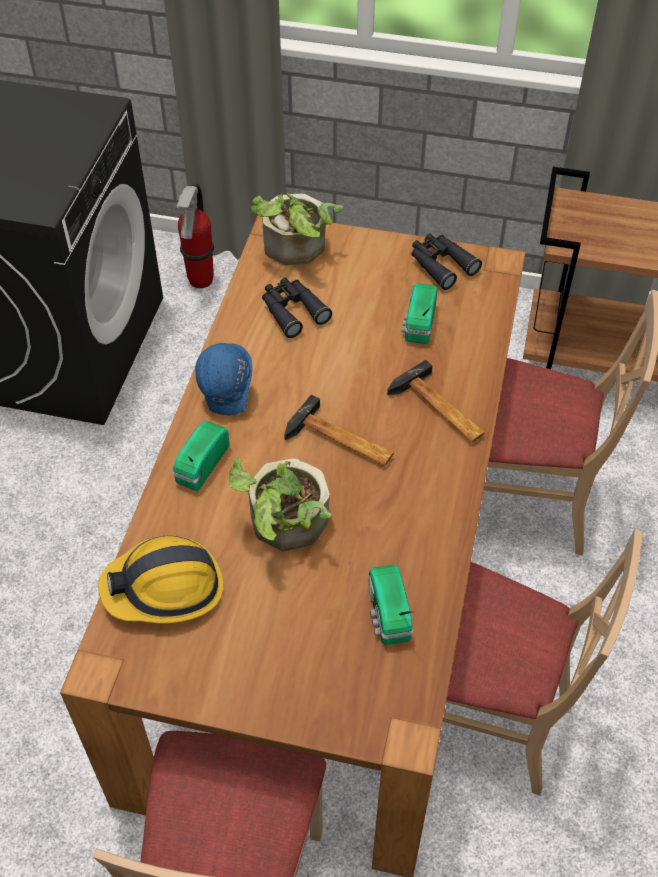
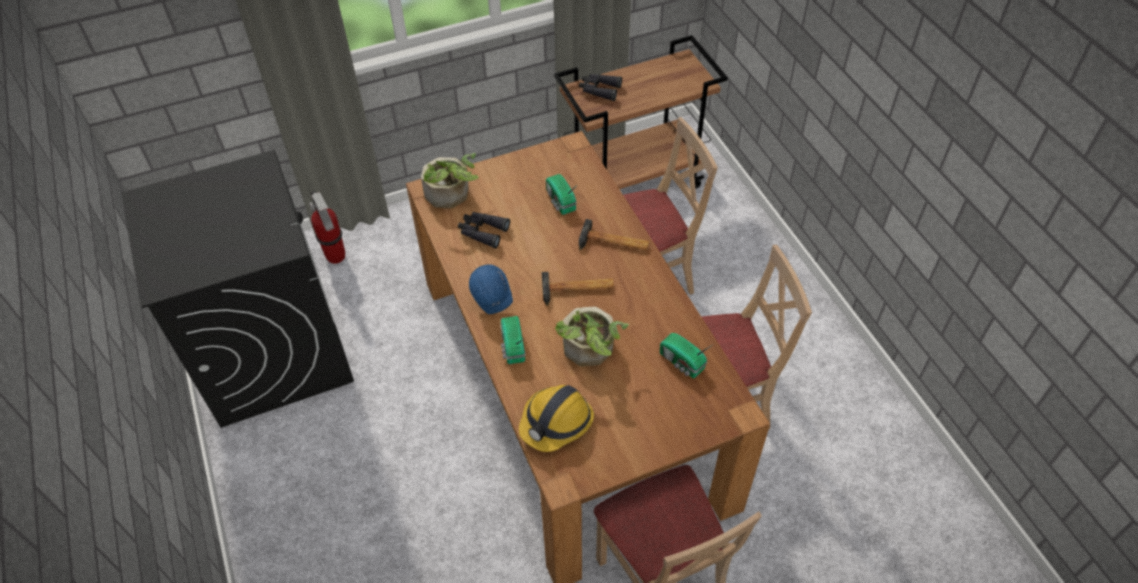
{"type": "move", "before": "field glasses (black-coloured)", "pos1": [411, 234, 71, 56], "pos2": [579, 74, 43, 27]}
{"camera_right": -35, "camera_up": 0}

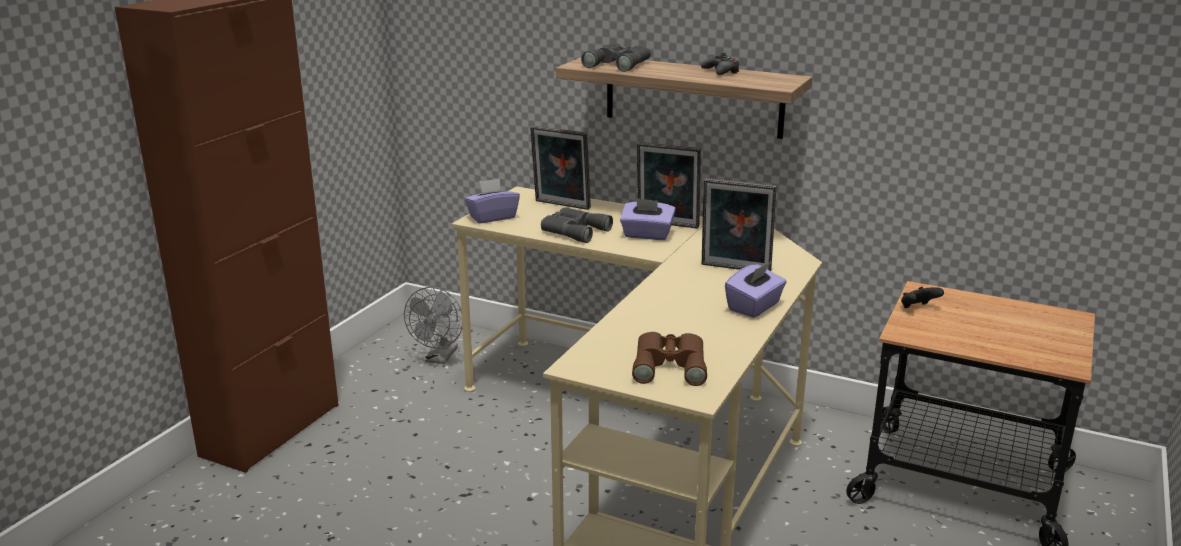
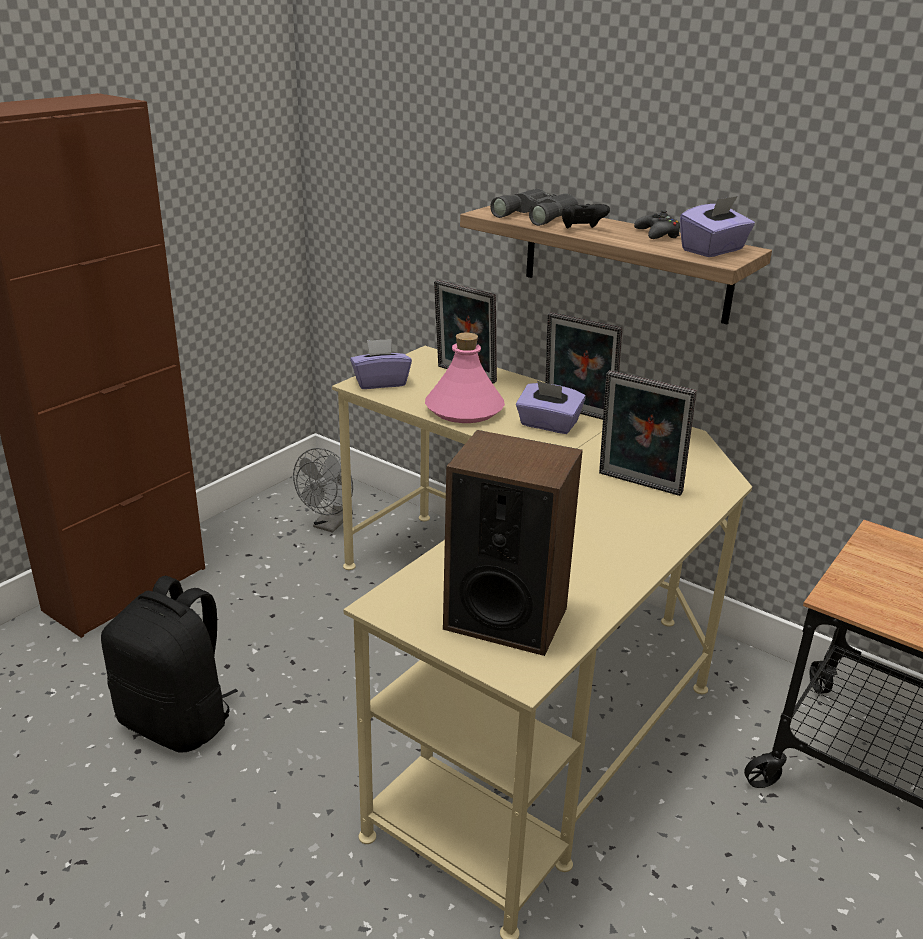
{"type": "replace", "before": "field glasses (greyish)", "after": "drink bottle (pink)", "pos1": [541, 207, 72, 36], "pos2": [425, 332, 80, 91]}
{"type": "replace", "before": "field glasses (brown-coloured)", "after": "speaker", "pos1": [632, 332, 75, 54], "pos2": [443, 430, 140, 226]}
{"type": "move", "before": "tissue holder (purple-coloured)", "pos1": [725, 262, 62, 56], "pos2": [680, 196, 75, 61]}
{"type": "move", "before": "game controller (black-coloured)", "pos1": [901, 287, 43, 21], "pos2": [562, 204, 48, 24]}
{"type": "insert", "after": "rucksack (black-coloured)", "pos2": [101, 576, 137, 177]}
{"camera_right": 10, "camera_up": 5}

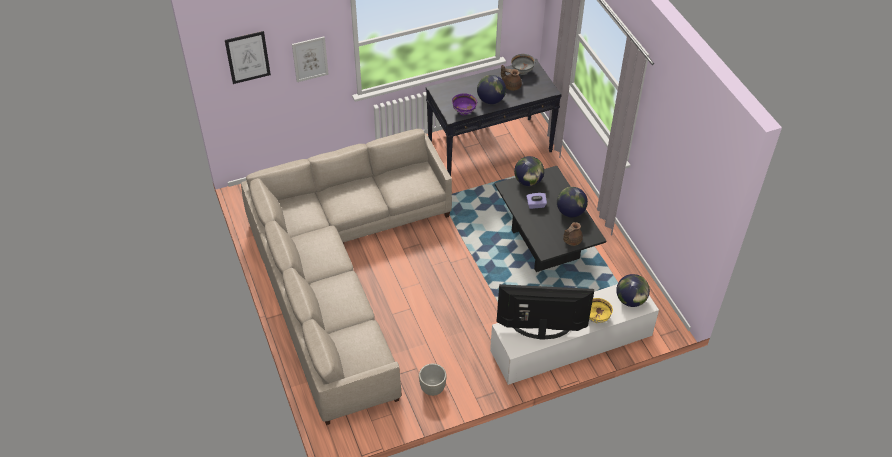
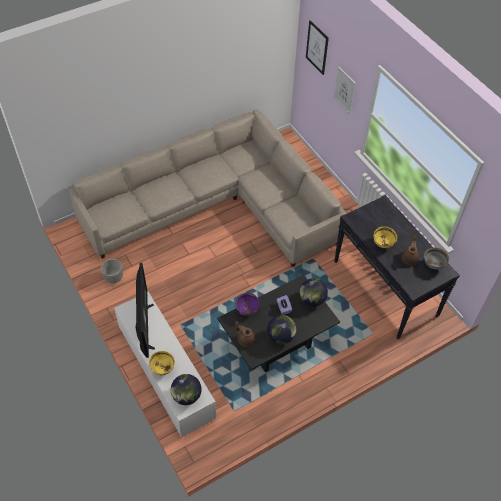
{"type": "move", "before": "bowl (purple-coloured)", "pos1": [452, 93, 25, 22], "pos2": [235, 293, 25, 23]}
{"type": "replace", "before": "world globe", "after": "bowl (yellow)", "pos1": [477, 75, 29, 29], "pos2": [374, 226, 23, 22]}
{"camera_right": 80, "camera_up": 5}

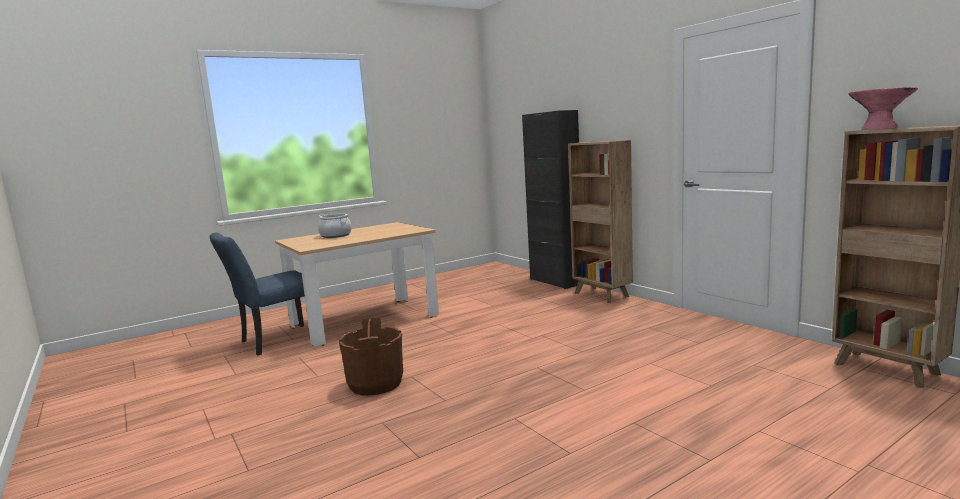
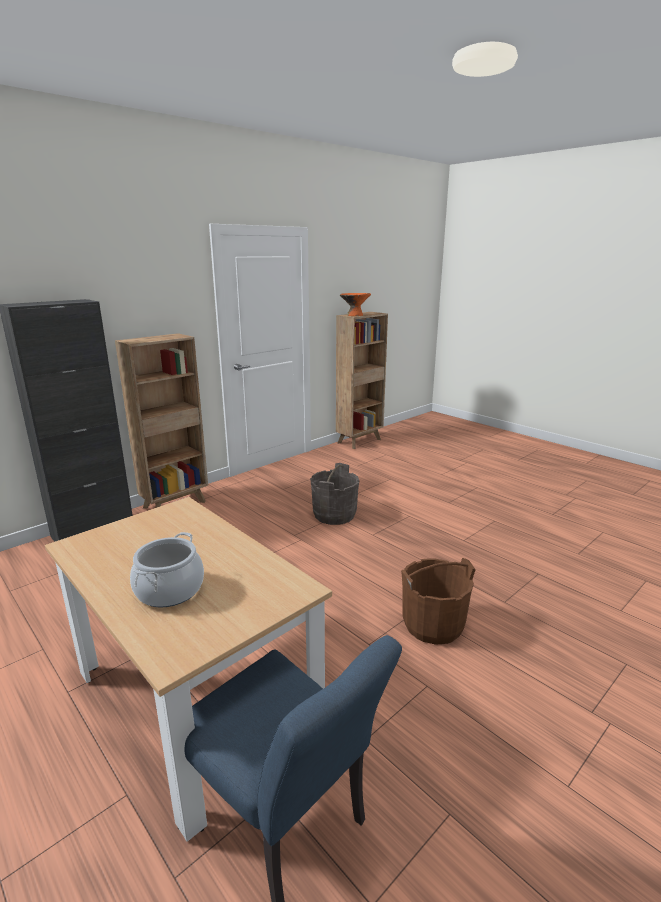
{"type": "recolor", "before": "bowl (pink)", "after": "bowl (orange-coloured)", "pos1": [848, 87, 70, 43], "pos2": [340, 293, 31, 23]}
{"type": "insert", "after": "water bucket (greyish)", "pos2": [310, 463, 49, 62]}
{"camera_right": -100, "camera_up": 10}

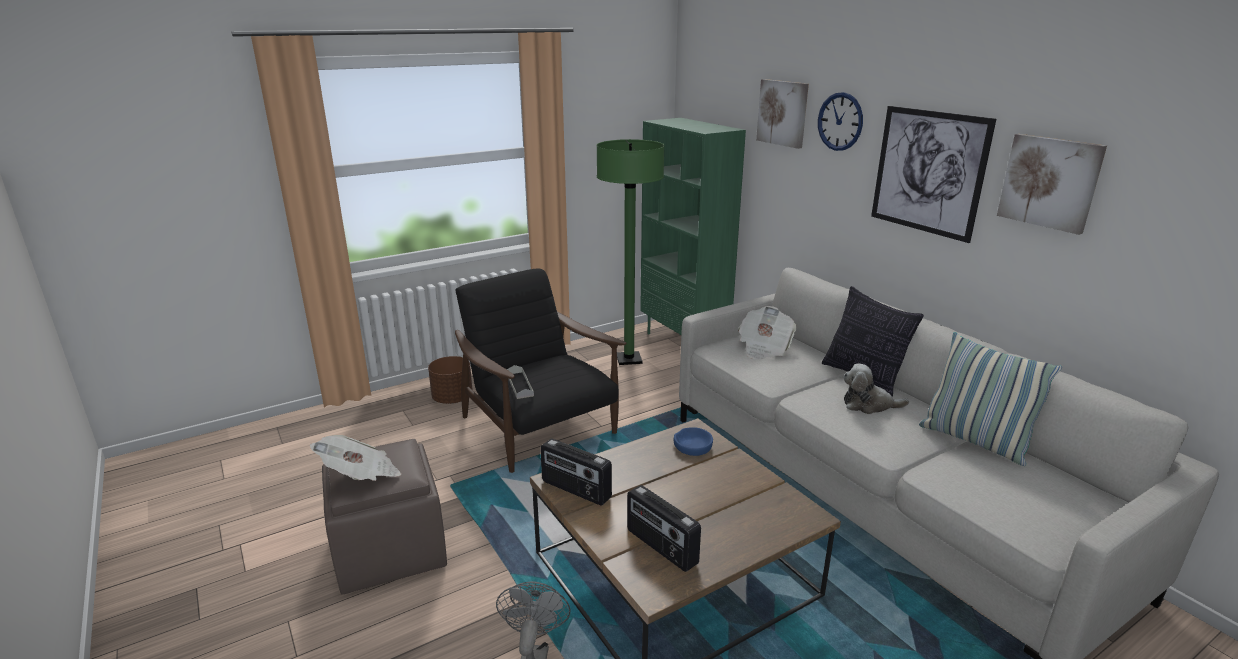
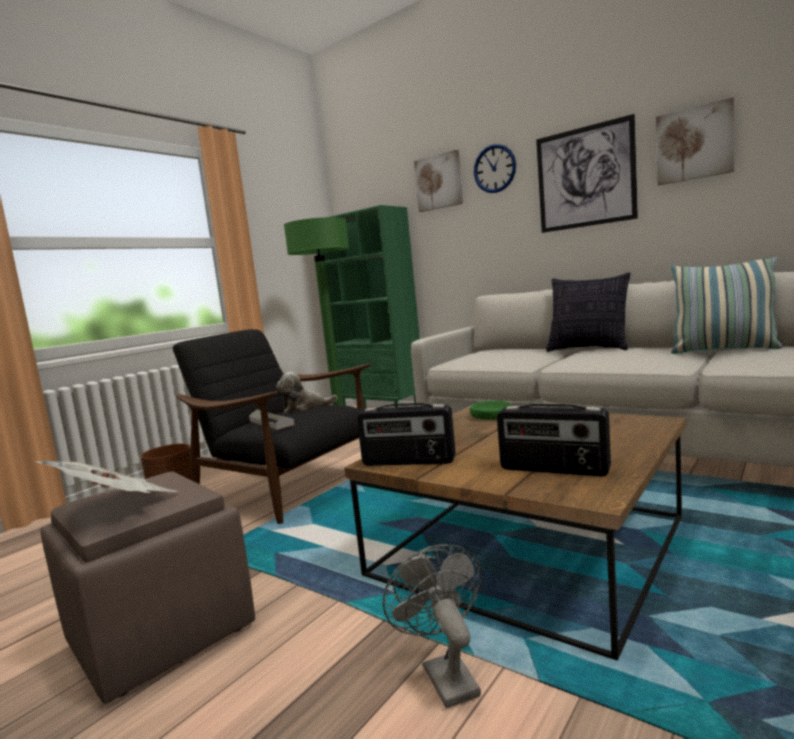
{"type": "recolor", "before": "bowl (blue)", "after": "bowl (green-coloured)", "pos1": [674, 427, 39, 29], "pos2": [470, 400, 41, 20]}
{"type": "delete", "before": "daily paper", "pos1": [738, 306, 59, 53]}
{"type": "move", "before": "soft toy", "pos1": [843, 363, 67, 51], "pos2": [276, 372, 61, 41]}
{"camera_right": -20, "camera_up": -15}

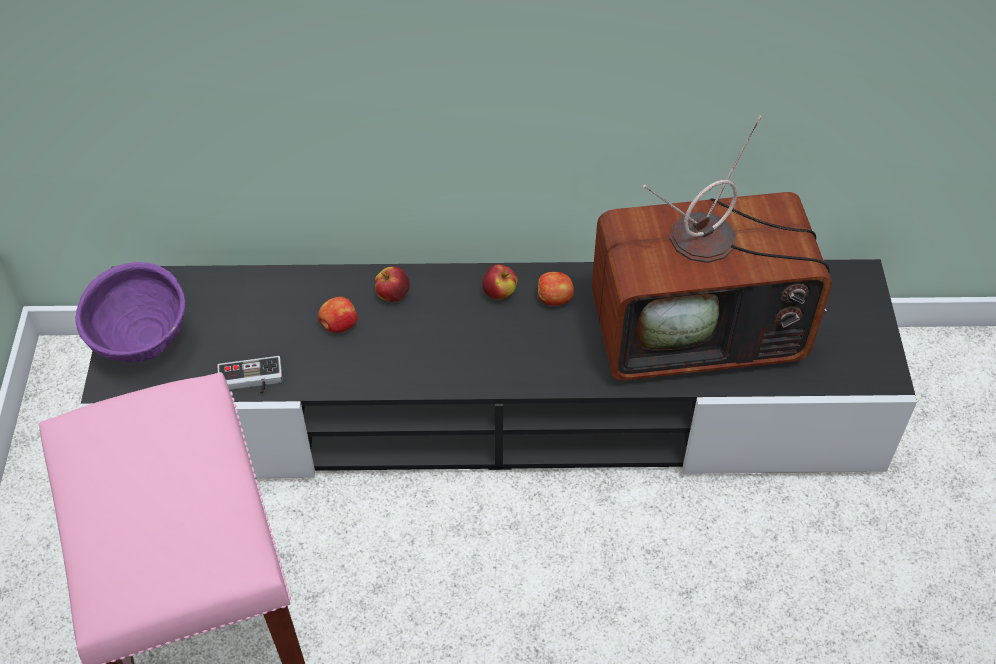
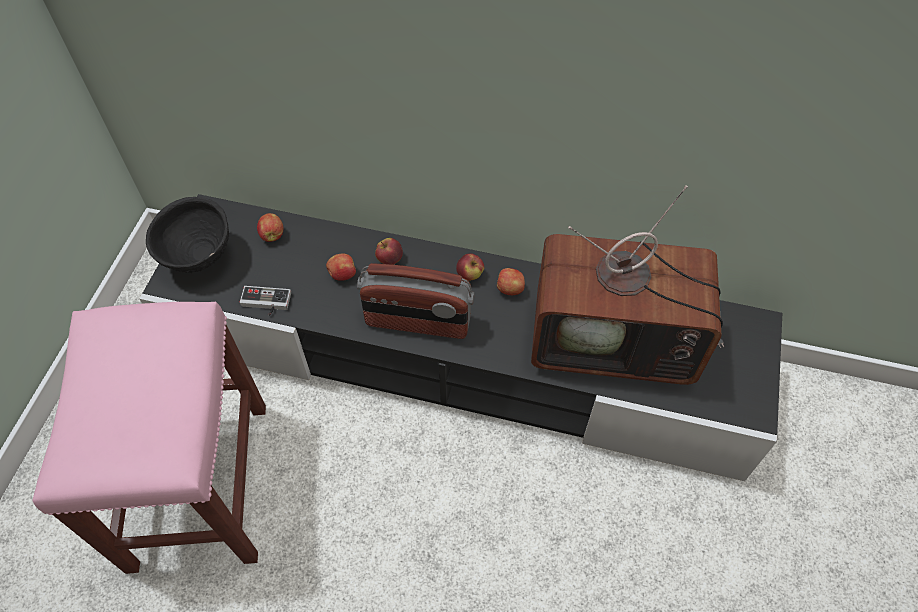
{"type": "recolor", "before": "bowl (purple-coloured)", "after": "bowl (black-coloured)", "pos1": [75, 262, 111, 101], "pos2": [146, 197, 83, 76]}
{"type": "insert", "after": "whole apple", "pos2": [257, 213, 26, 29]}
{"type": "insert", "after": "radio set", "pos2": [357, 263, 118, 76]}
{"camera_right": 15, "camera_up": 5}

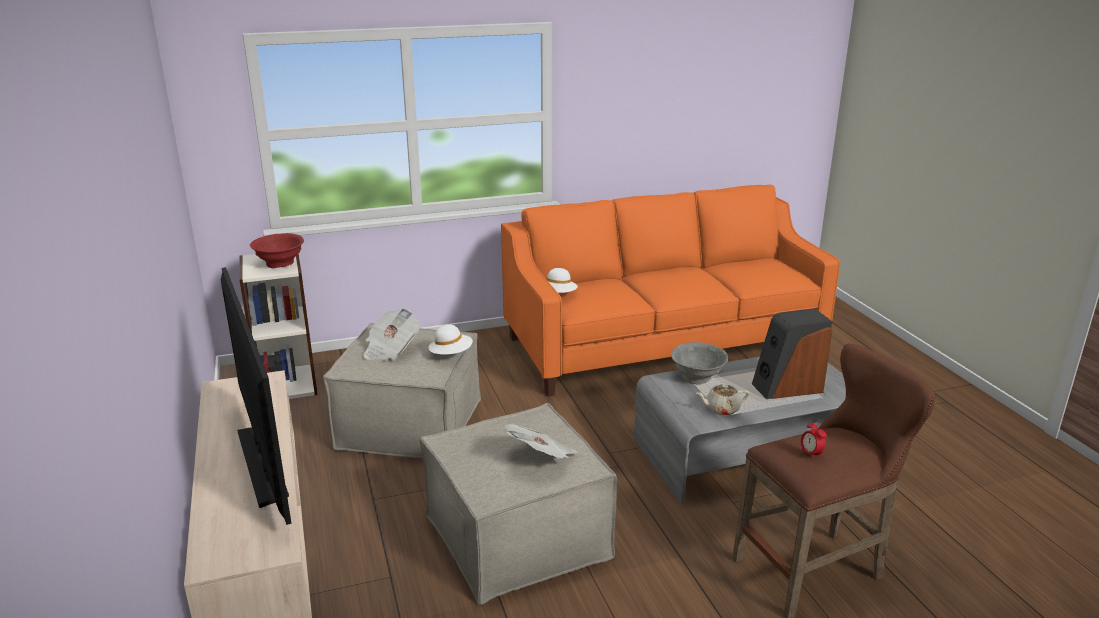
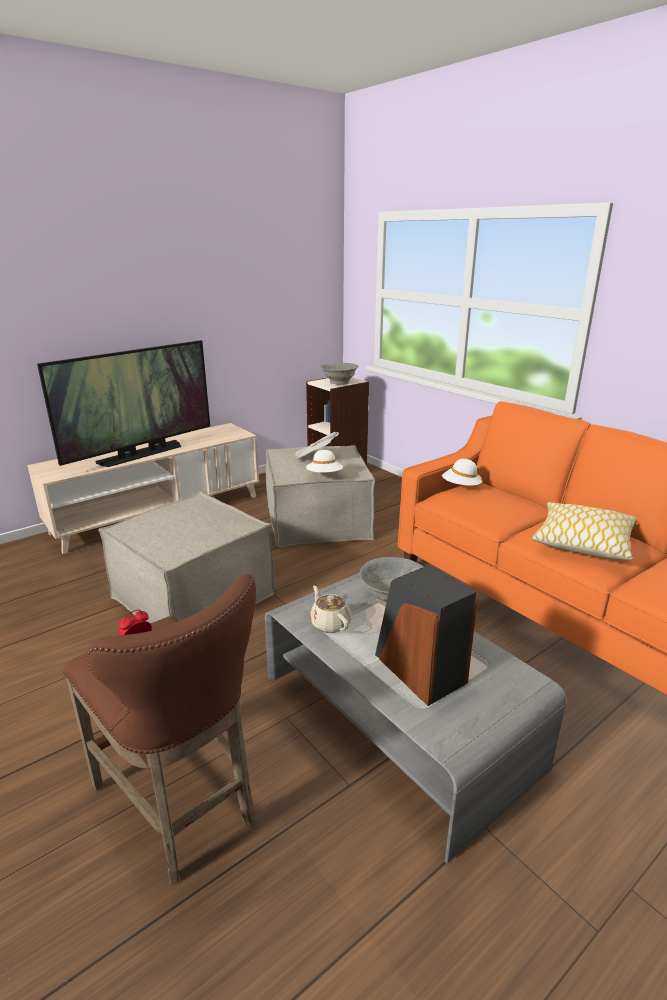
{"type": "recolor", "before": "bowl (reddish)", "after": "bowl (greyish)", "pos1": [250, 233, 54, 35], "pos2": [321, 363, 37, 22]}
{"type": "delete", "before": "daily paper", "pos1": [504, 423, 74, 36]}
{"type": "insert", "after": "cushion", "pos2": [532, 502, 105, 58]}
{"camera_right": 70, "camera_up": 0}

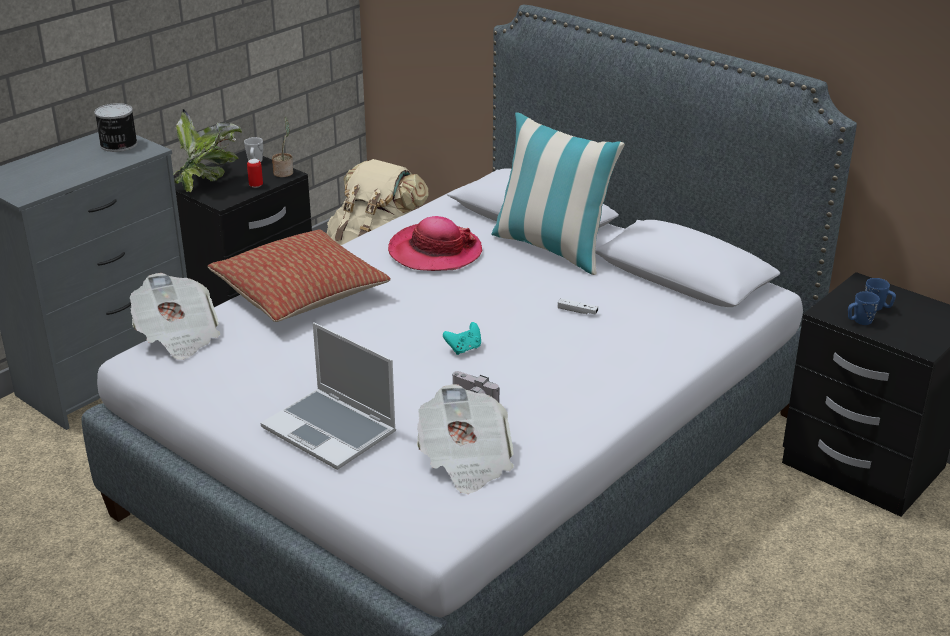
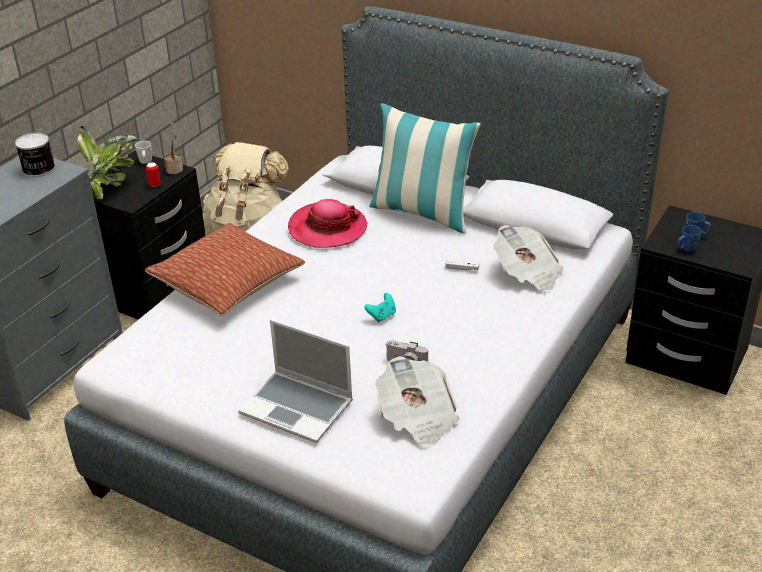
{"type": "move", "before": "daily paper", "pos1": [130, 273, 90, 87], "pos2": [494, 225, 70, 68]}
{"camera_right": -10, "camera_up": 5}

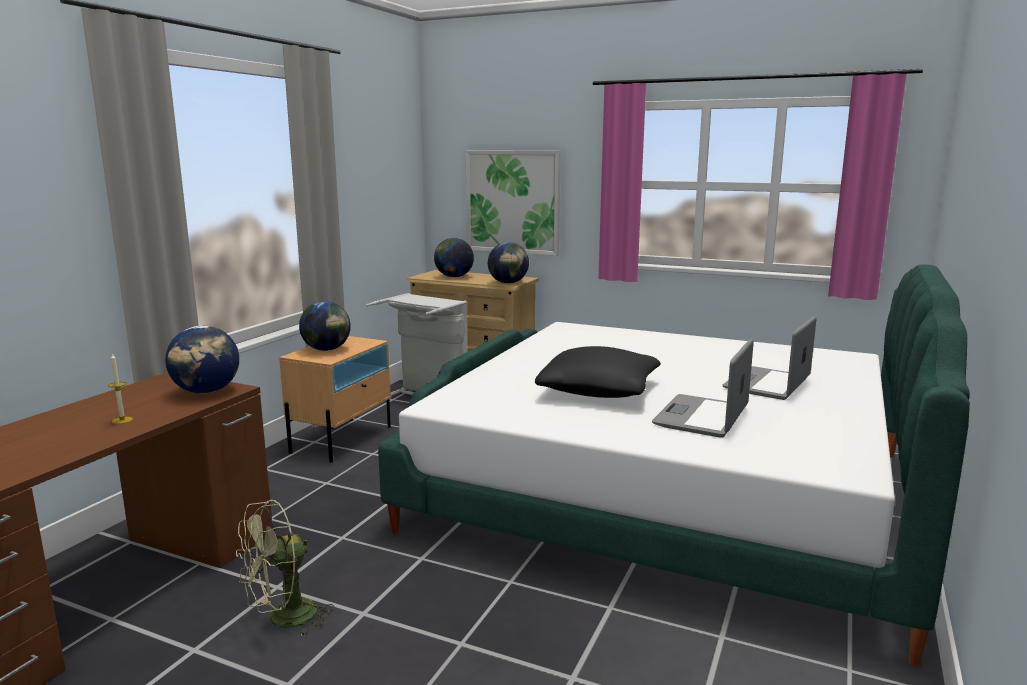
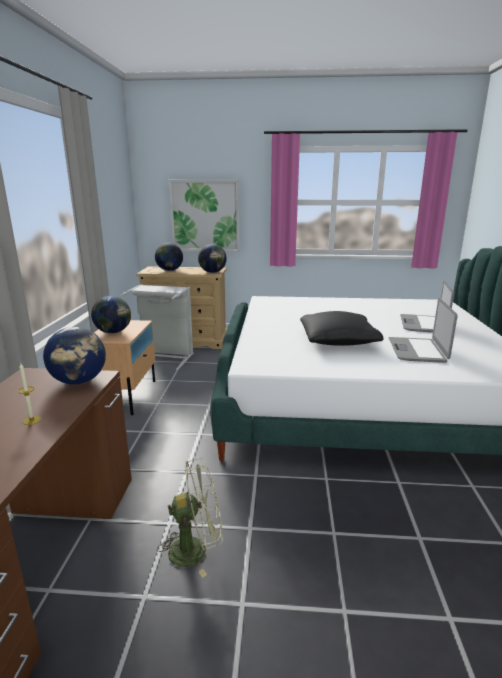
{"type": "rotate", "before": "fan (green-coloured)", "pos1": [236, 500, 98, 137], "pos2": [157, 458, 66, 120], "turn": -135}
{"camera_right": -20, "camera_up": 5}

